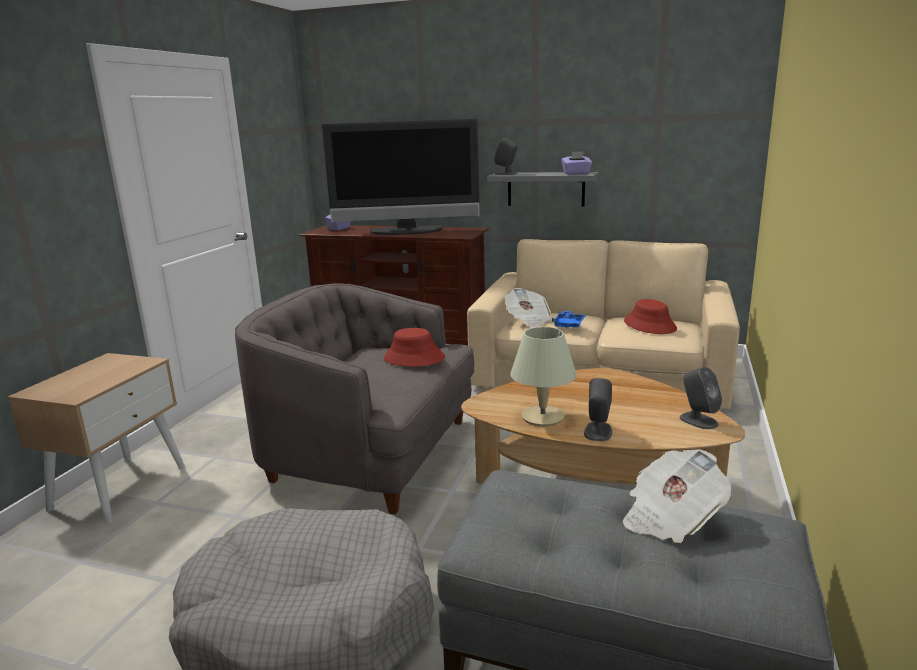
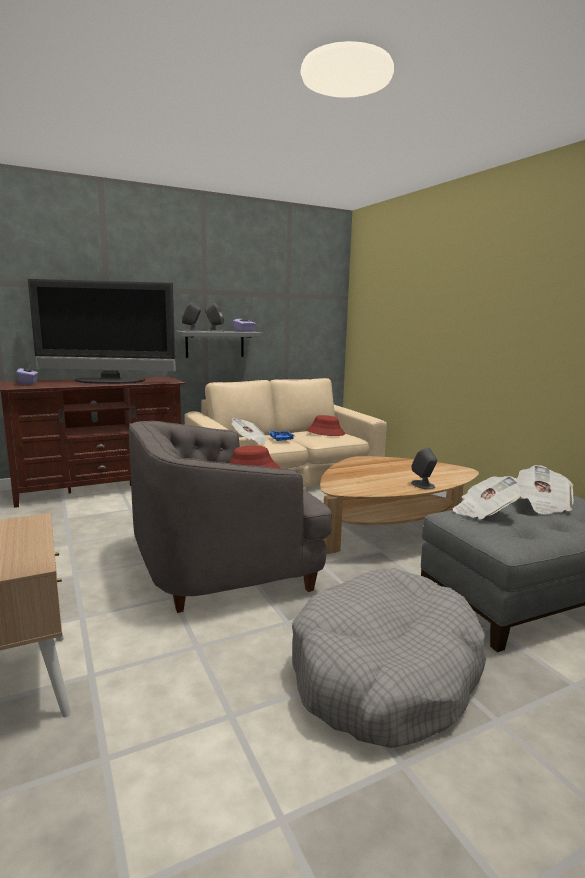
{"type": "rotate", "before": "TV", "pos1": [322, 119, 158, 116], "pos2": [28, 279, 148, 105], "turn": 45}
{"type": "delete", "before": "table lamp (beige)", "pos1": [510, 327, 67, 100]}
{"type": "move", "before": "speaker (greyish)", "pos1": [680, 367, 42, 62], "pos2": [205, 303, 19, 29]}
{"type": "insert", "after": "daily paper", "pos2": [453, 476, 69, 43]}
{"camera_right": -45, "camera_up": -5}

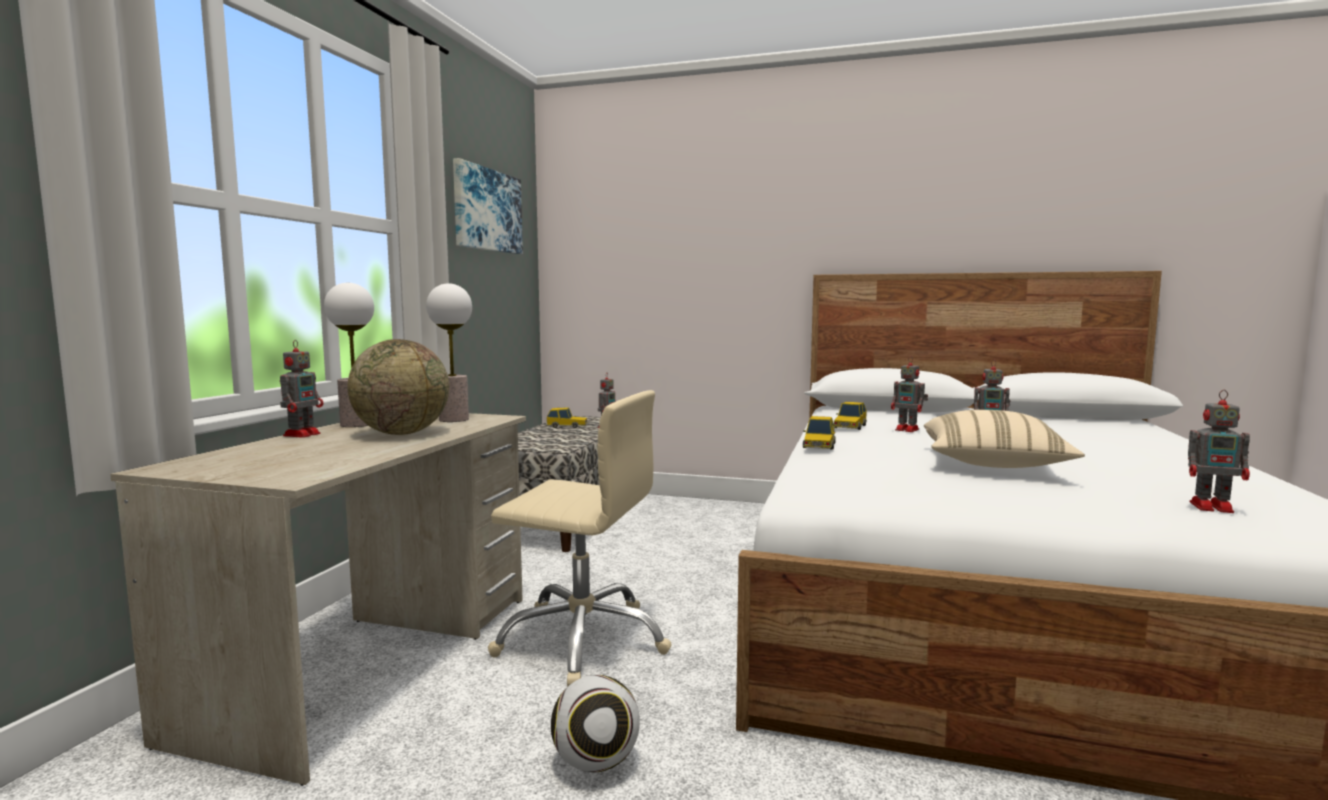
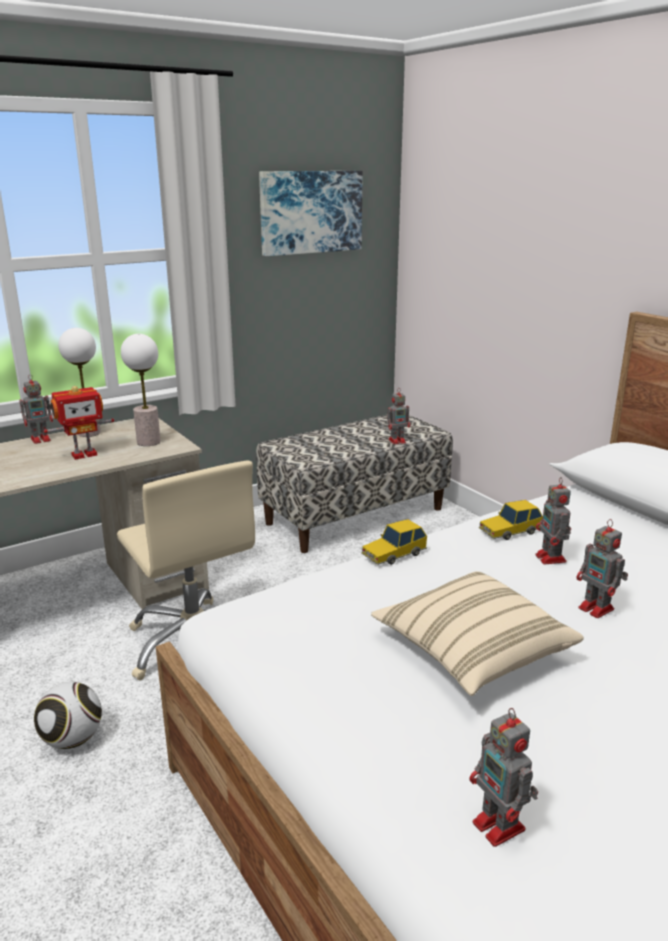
{"type": "replace", "before": "world globe", "after": "toy robot", "pos1": [347, 339, 102, 96], "pos2": [44, 386, 70, 74]}
{"type": "delete", "before": "toy car", "pos1": [547, 407, 40, 21]}
{"camera_right": 40, "camera_up": 15}

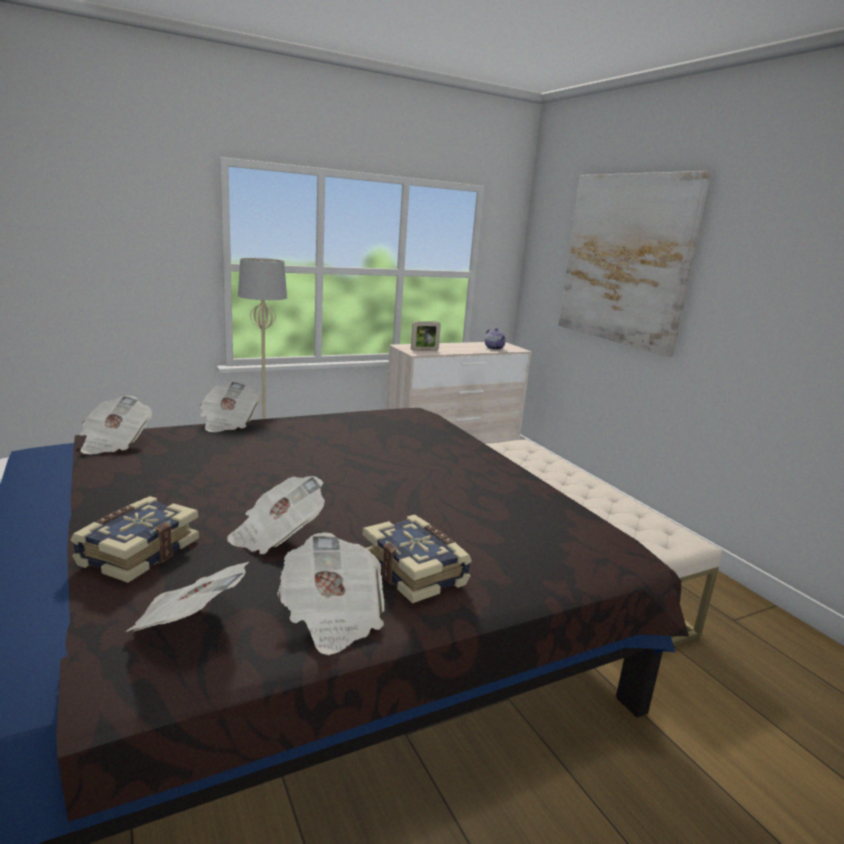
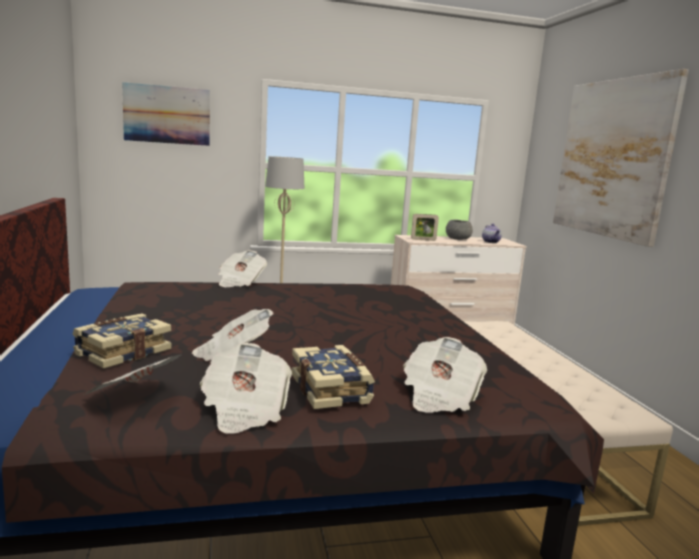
{"type": "move", "before": "daily paper", "pos1": [80, 395, 72, 59], "pos2": [403, 337, 84, 76]}
{"type": "insert", "after": "wall art", "pos2": [122, 82, 88, 64]}
{"type": "insert", "after": "bowl (greyish)", "pos2": [446, 220, 27, 20]}
{"camera_right": 15, "camera_up": -5}

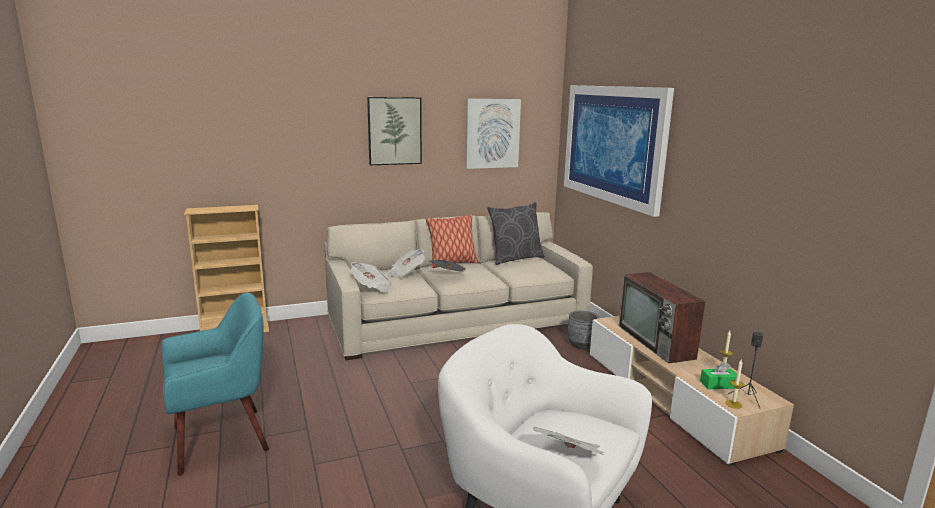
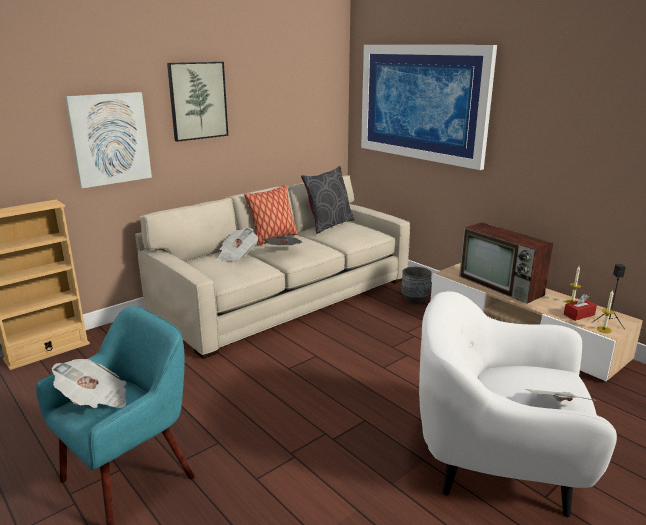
{"type": "move", "before": "daily paper", "pos1": [350, 262, 41, 31], "pos2": [52, 359, 75, 49]}
{"type": "move", "before": "wall art", "pos1": [465, 99, 56, 70], "pos2": [65, 92, 87, 96]}
{"type": "recolor", "before": "tissue holder (green-coloured)", "after": "tissue holder (reddish)", "pos1": [700, 362, 37, 27], "pos2": [564, 294, 33, 27]}
{"camera_right": -20, "camera_up": 5}

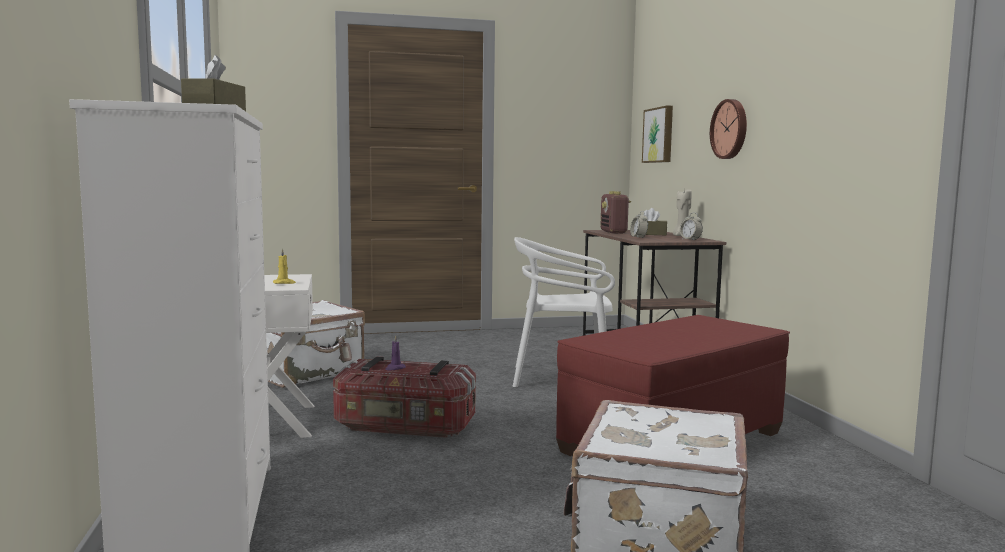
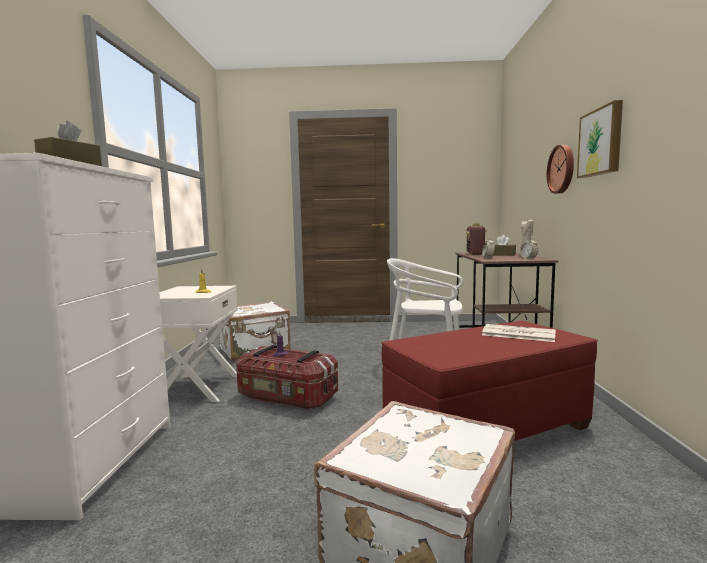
{"type": "move", "before": "wall art", "pos1": [642, 105, 31, 58], "pos2": [577, 100, 46, 78]}
{"type": "insert", "after": "daily paper", "pos2": [482, 324, 74, 18]}
{"camera_right": 15, "camera_up": 0}

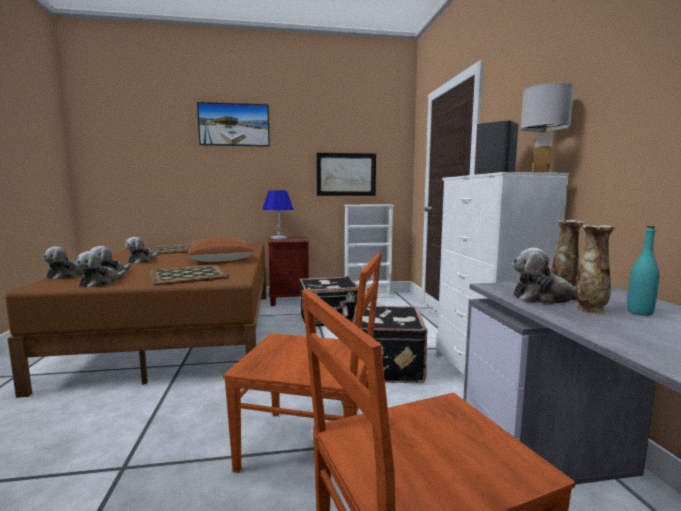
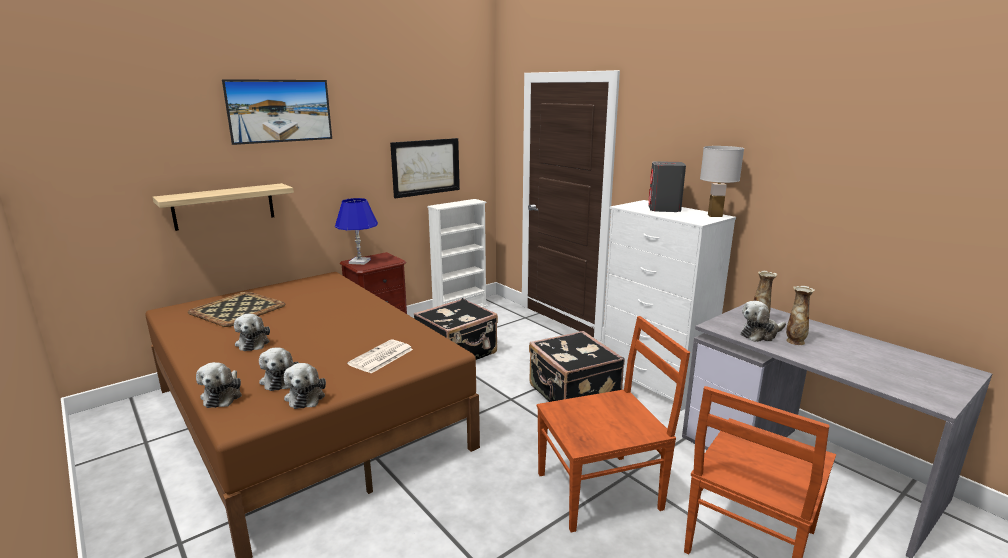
{"type": "replace", "before": "carrying tray", "after": "daily paper", "pos1": [149, 265, 80, 20], "pos2": [347, 339, 66, 35]}
{"type": "delete", "before": "cushion (brown-coloured)", "pos1": [185, 236, 70, 26]}
{"type": "delete", "before": "drink bottle (turquoise)", "pos1": [627, 226, 32, 90]}
{"type": "insert", "after": "wall shelf", "pos2": [153, 183, 141, 48]}
{"camera_right": -30, "camera_up": 10}

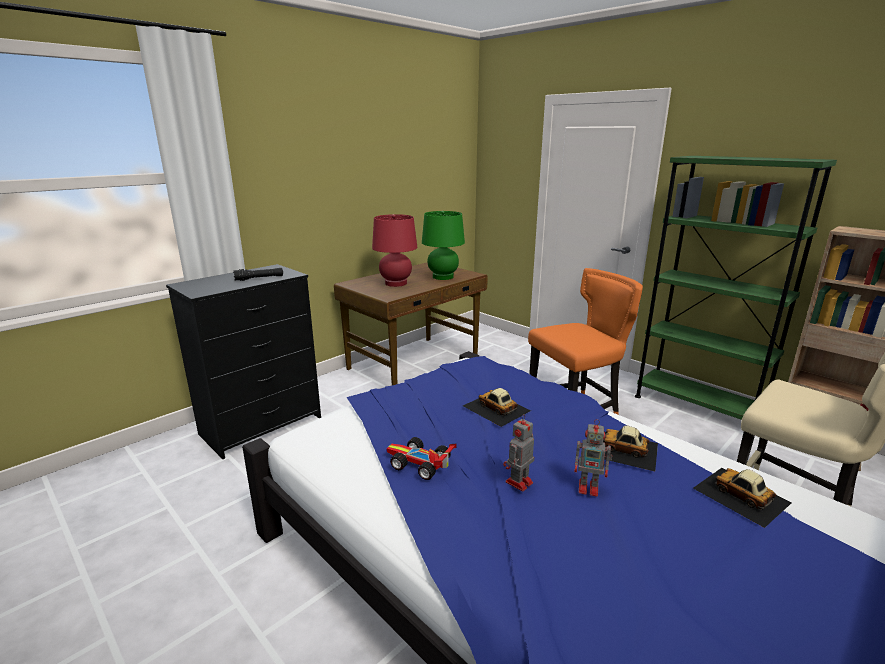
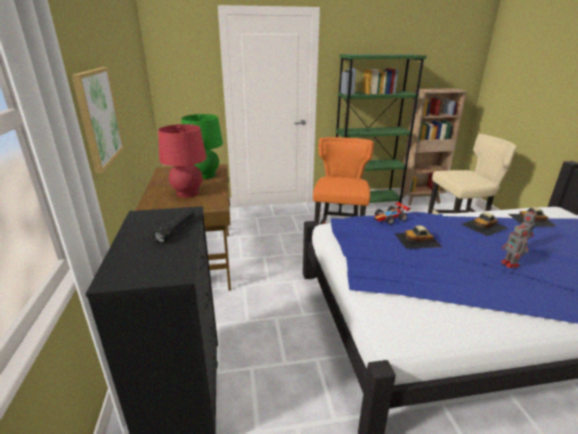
{"type": "move", "before": "toy car", "pos1": [386, 437, 70, 43], "pos2": [374, 201, 37, 23]}
{"type": "insert", "after": "wall art", "pos2": [72, 67, 52, 106]}
{"camera_right": -55, "camera_up": 5}

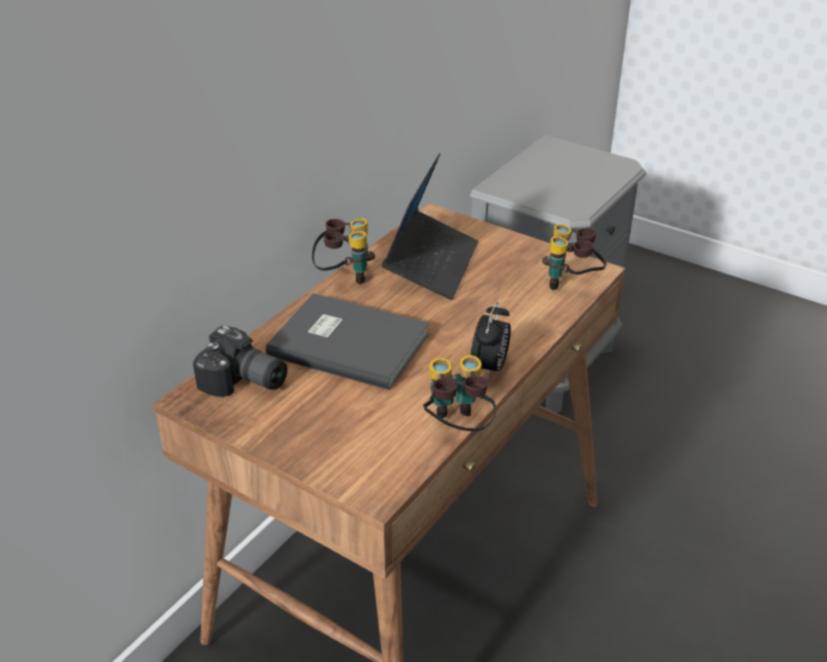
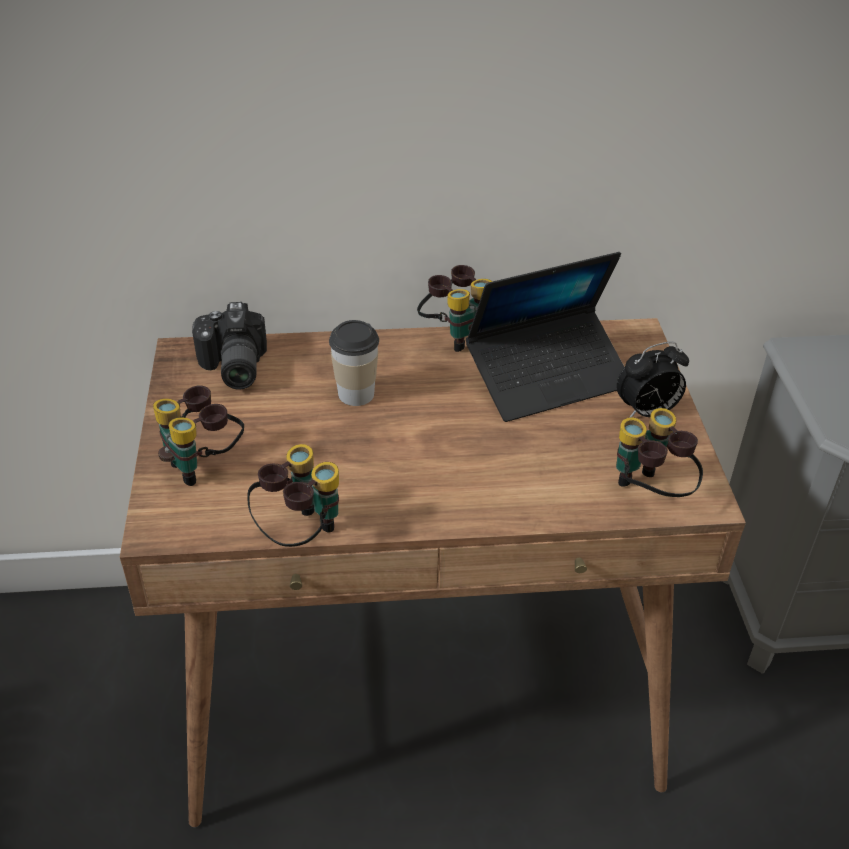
{"type": "replace", "before": "bound book (greyish)", "after": "small cup", "pos1": [266, 293, 163, 97], "pos2": [329, 320, 50, 86]}
{"type": "move", "before": "bedside clock", "pos1": [471, 302, 40, 78], "pos2": [617, 341, 72, 77]}
{"type": "insert", "after": "field glasses", "pos2": [153, 386, 91, 100]}
{"camera_right": 50, "camera_up": 5}

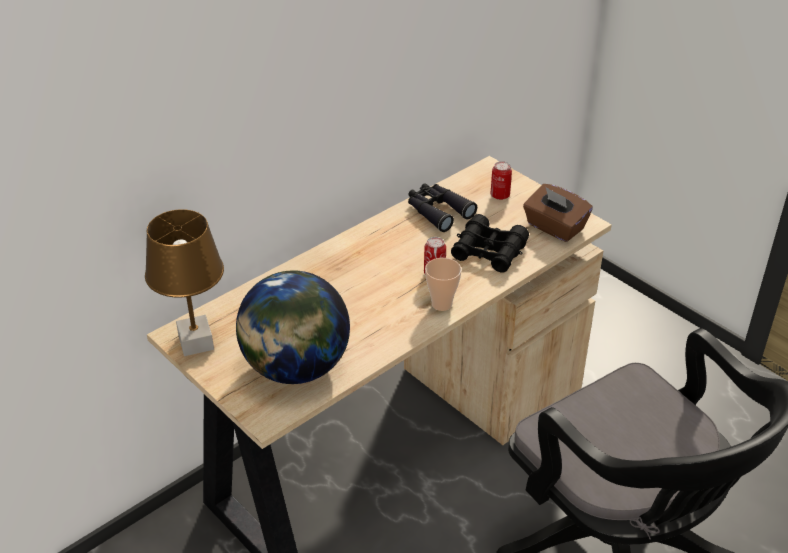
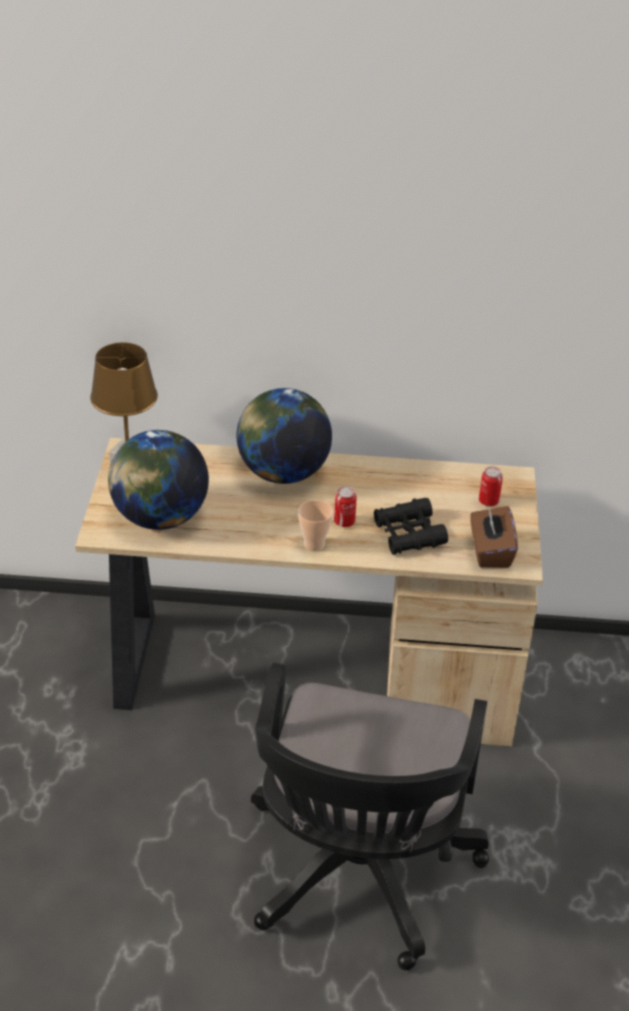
{"type": "delete", "before": "field glasses (black-coloured)", "pos1": [408, 183, 69, 49]}
{"type": "insert", "after": "world globe", "pos2": [236, 388, 96, 96]}
{"camera_right": 45, "camera_up": 0}

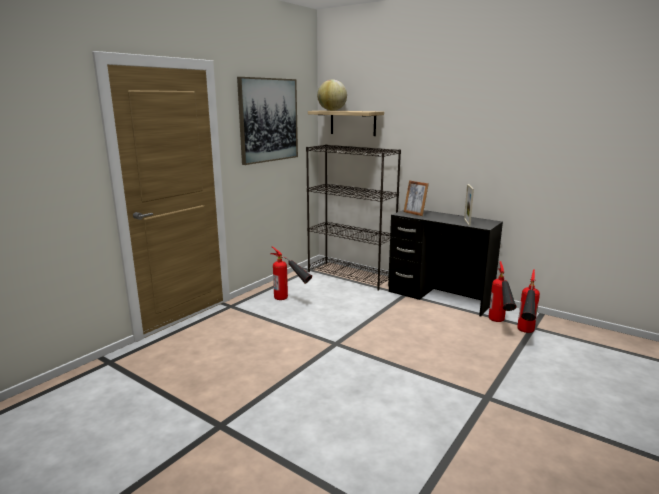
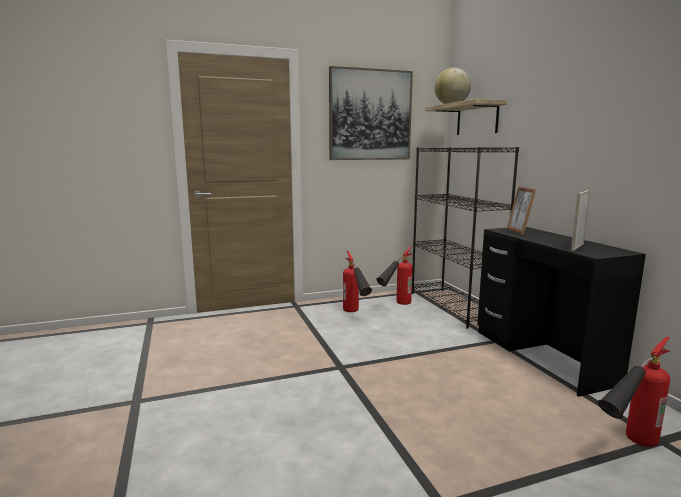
{"type": "move", "before": "fire extinguisher", "pos1": [489, 261, 28, 61], "pos2": [376, 246, 37, 59]}
{"camera_right": 35, "camera_up": -5}

